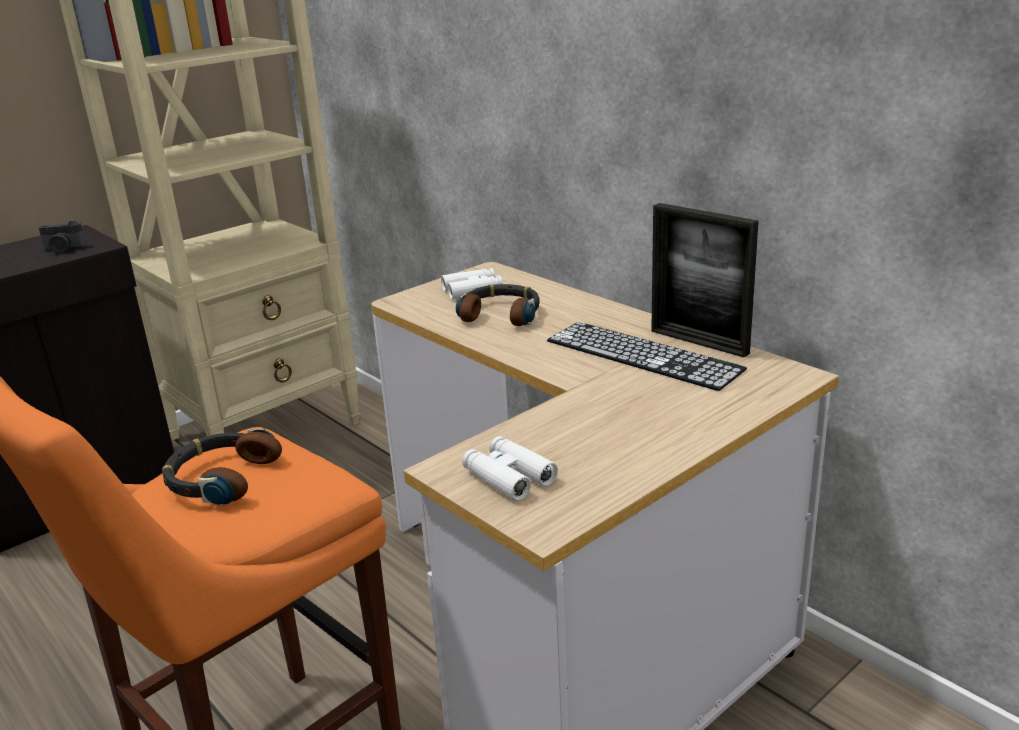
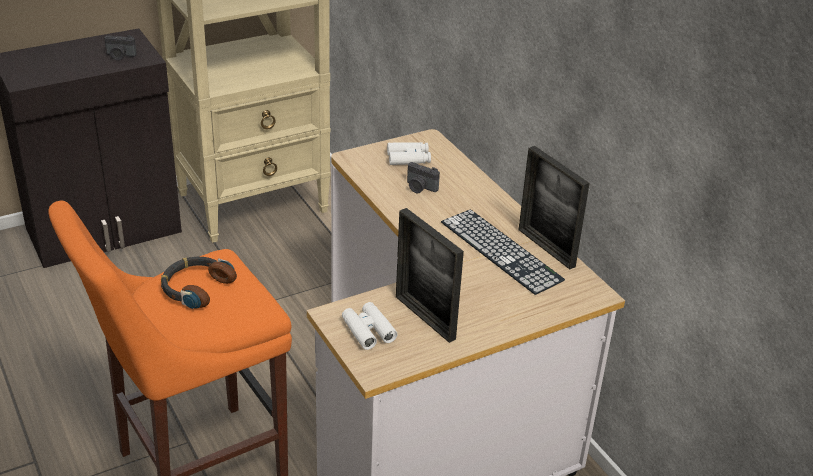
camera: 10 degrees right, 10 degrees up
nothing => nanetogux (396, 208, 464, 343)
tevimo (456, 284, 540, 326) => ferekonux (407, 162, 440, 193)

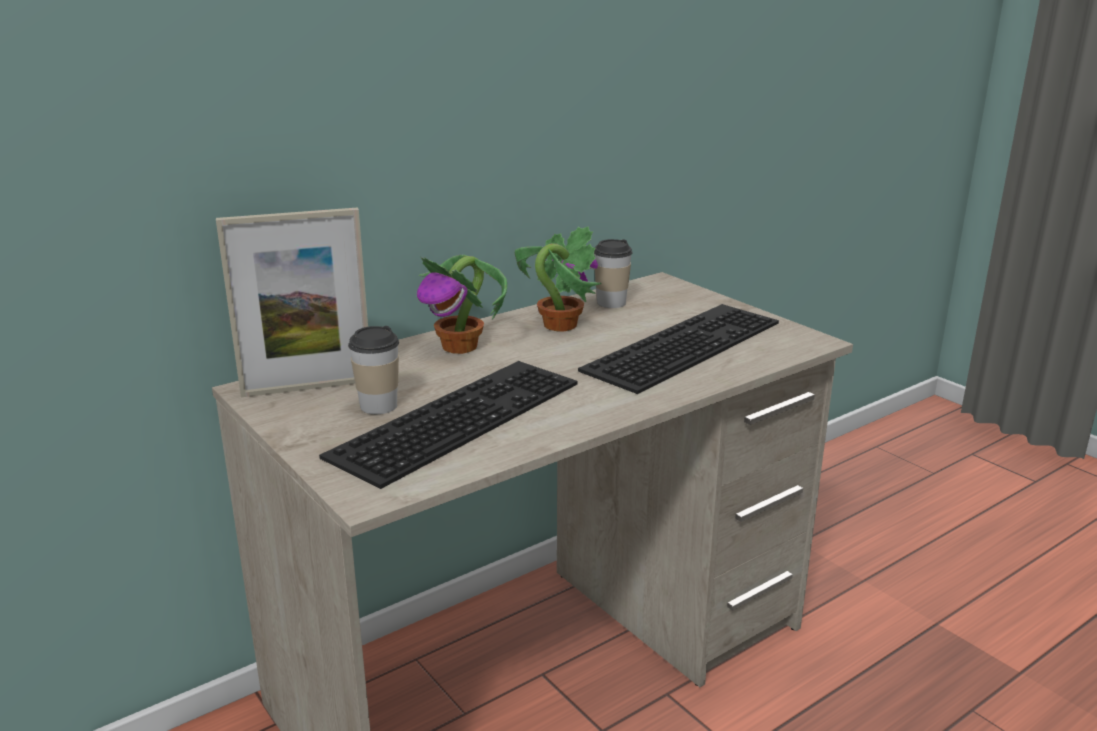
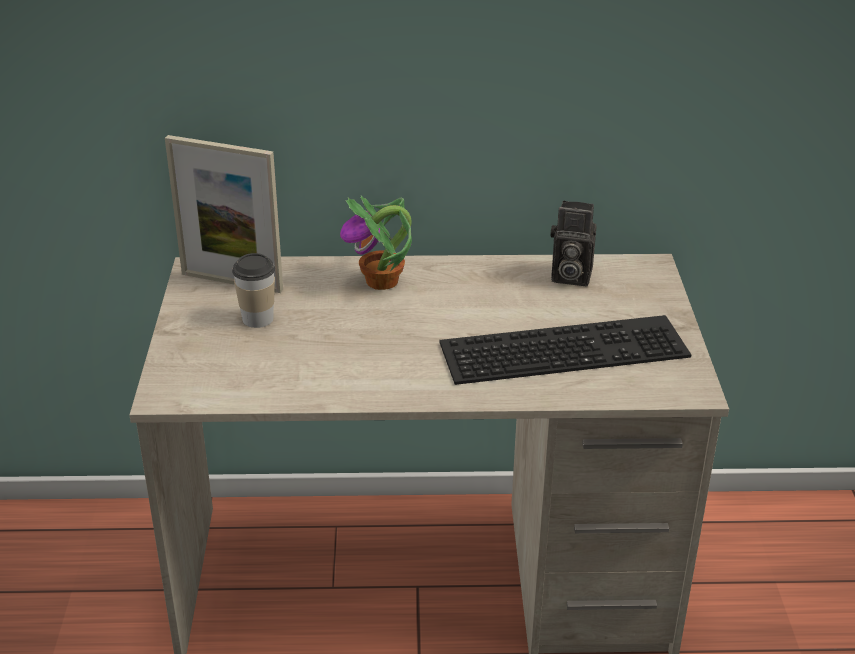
camera: 35 degrees right, 10 degrees up
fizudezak (594, 239, 632, 308) => ferekonux (550, 201, 597, 286)
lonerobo (319, 361, 578, 489) => nothing
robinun (515, 226, 602, 332) => nothing

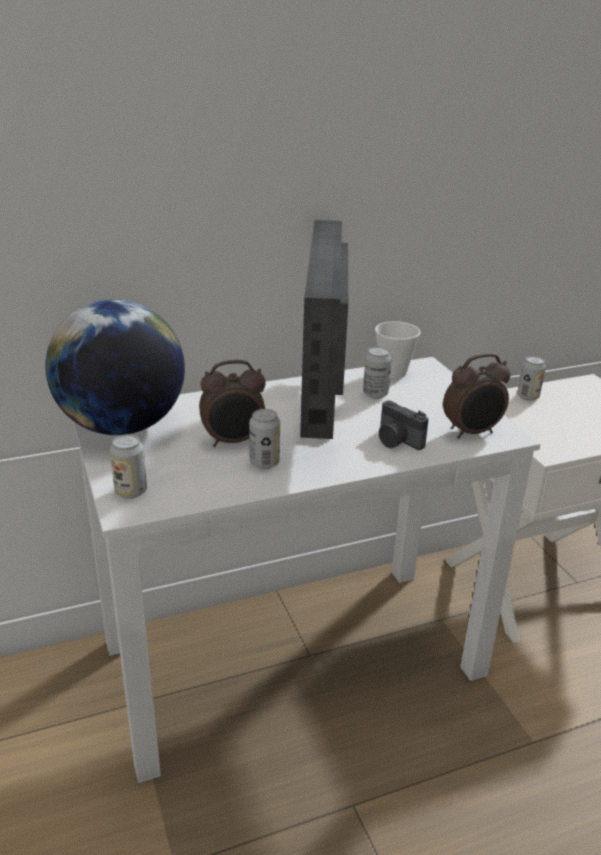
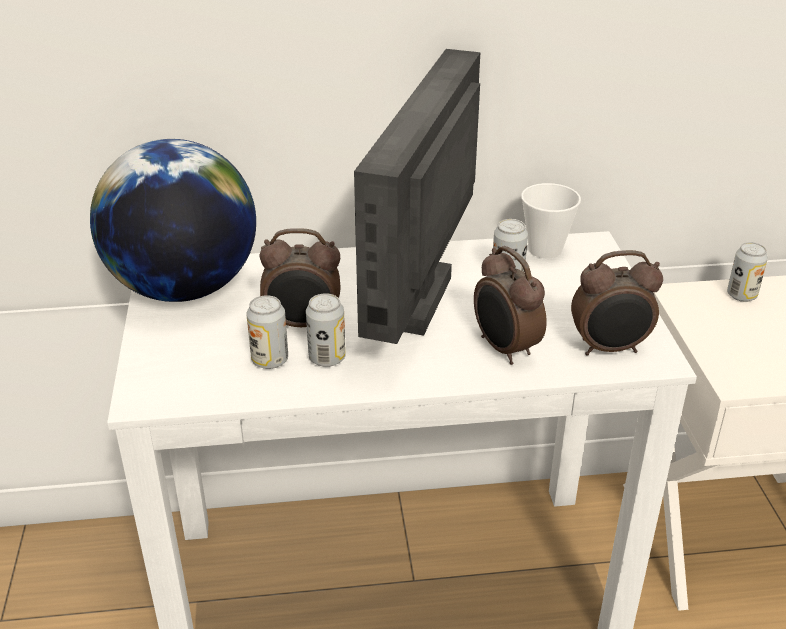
camera: 15 degrees right, 5 degrees up
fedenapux (110, 434, 147, 499) => fedenapux (246, 295, 288, 369), relocated
ferekonux (379, 400, 429, 450) => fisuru (474, 246, 547, 365)

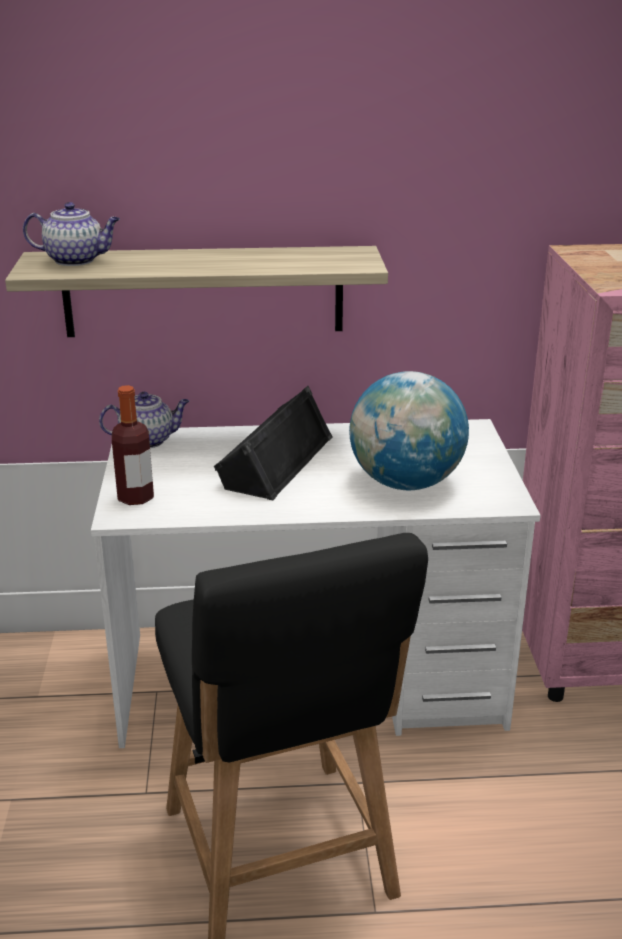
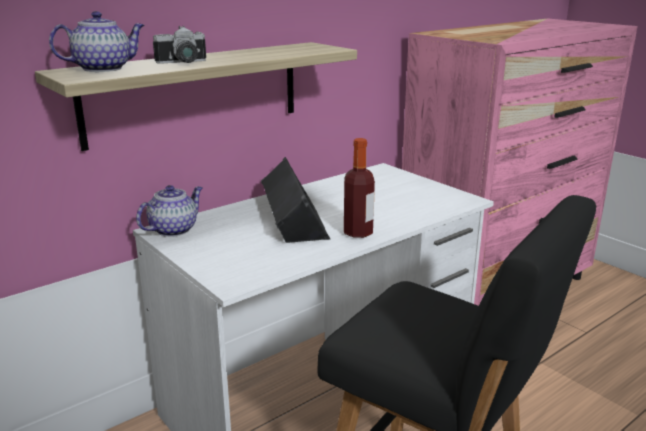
camera: 35 degrees left, 5 degrees down
nothing => ferekonux (153, 26, 206, 64)
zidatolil (112, 385, 154, 505) => zidatolil (344, 138, 375, 238), relocated
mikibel (349, 371, 469, 490) => nothing

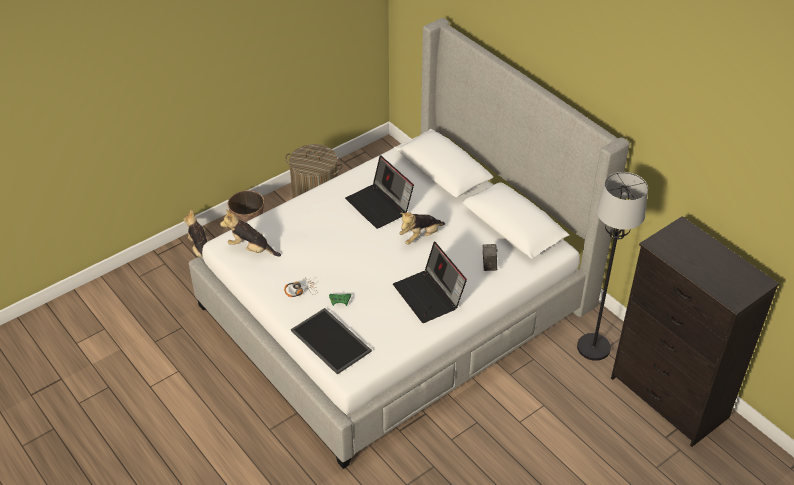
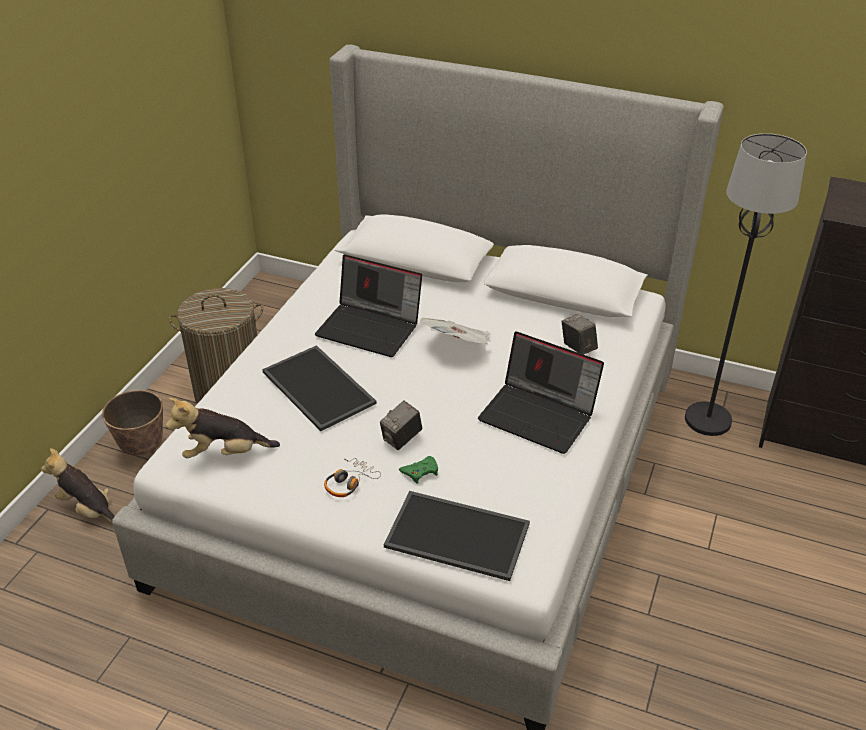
camera: 30 degrees left, 5 degrees down
nothing => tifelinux (262, 345, 377, 431)
nothing => ferekonux (380, 401, 422, 450)
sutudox (399, 212, 445, 245) => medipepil (420, 318, 491, 344)

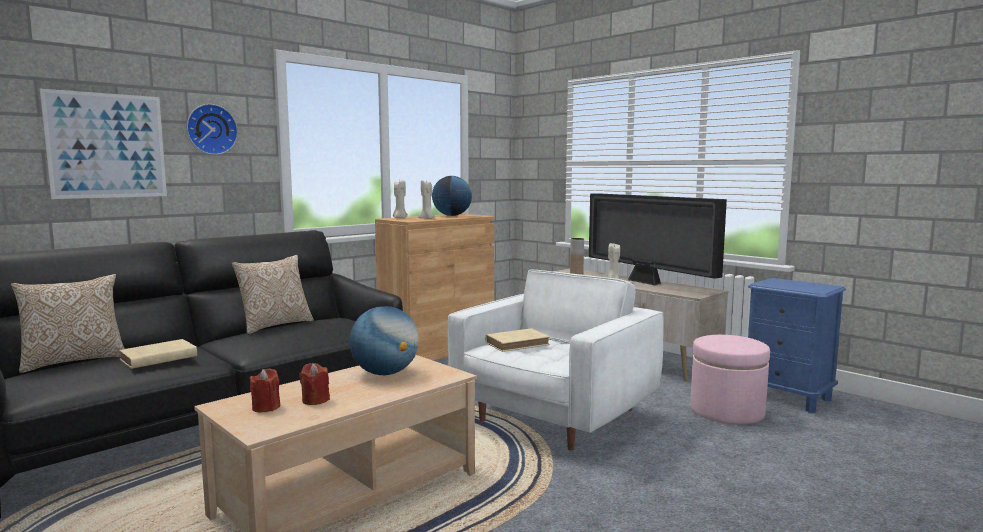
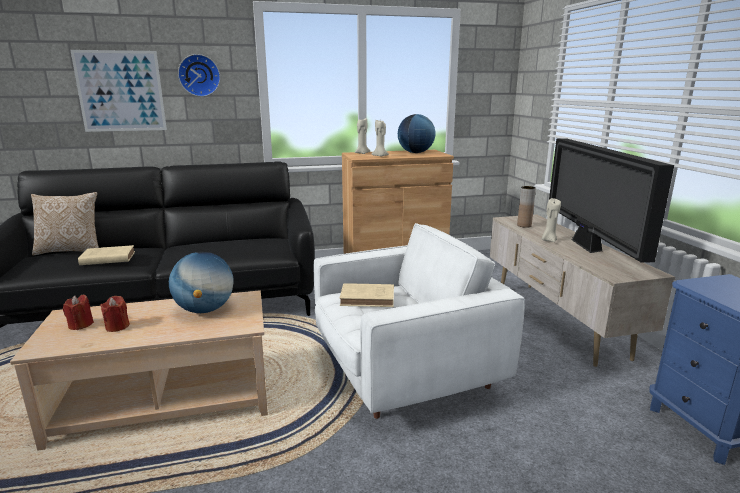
camera: 30 degrees right, 10 degrees up
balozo (232, 255, 314, 334) => nothing
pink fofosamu (690, 335, 770, 425) => nothing

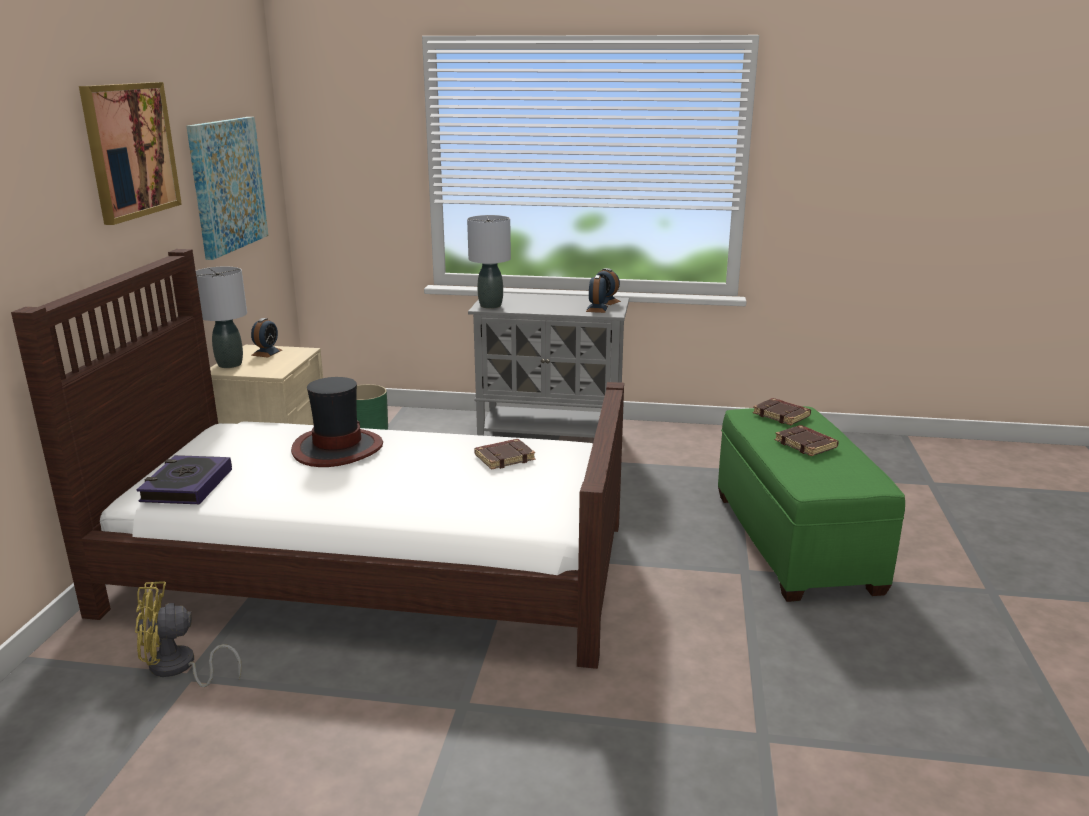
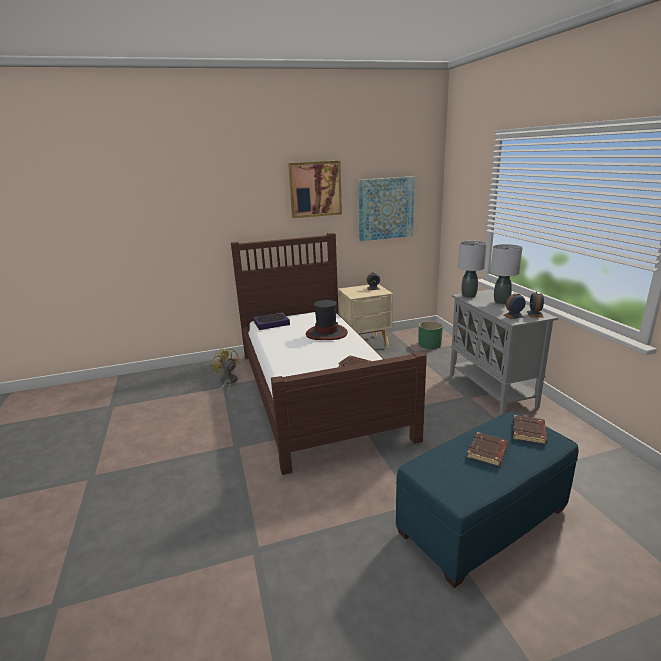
camera: 65 degrees right, 0 degrees up
green fofosamu (718, 406, 905, 602) => blue fofosamu (396, 411, 578, 588)
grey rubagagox (196, 267, 247, 368) => grey rubagagox (490, 244, 523, 304), relocated

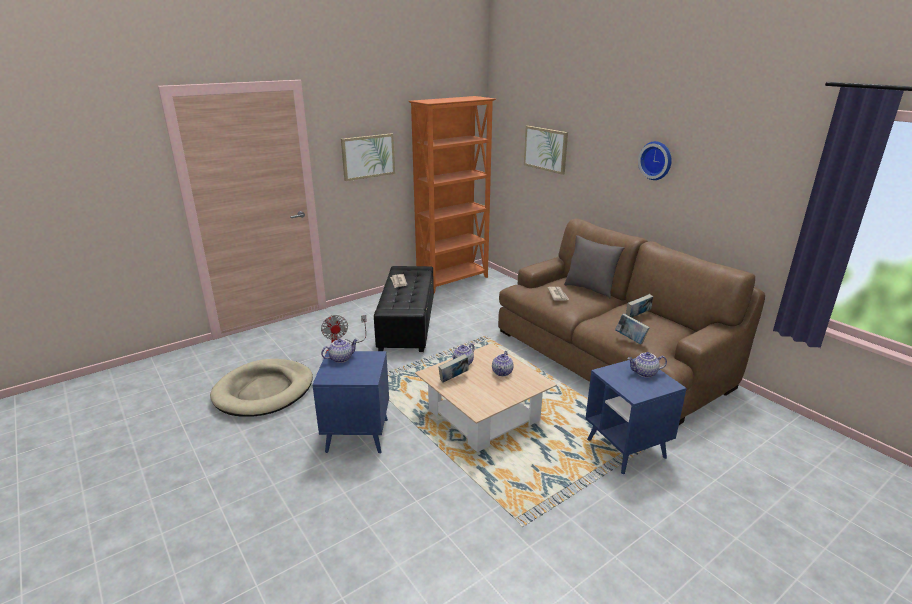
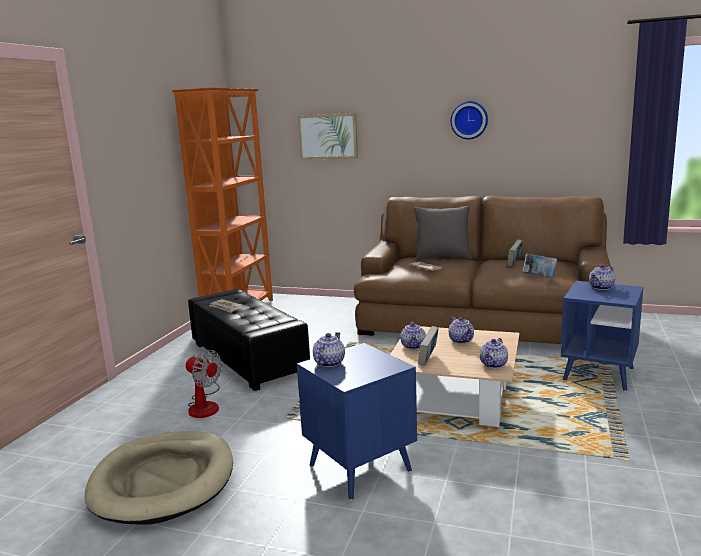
camera: 35 degrees left, 10 degrees down
nothing => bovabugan (480, 338, 508, 368)
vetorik (341, 133, 395, 181) => nothing

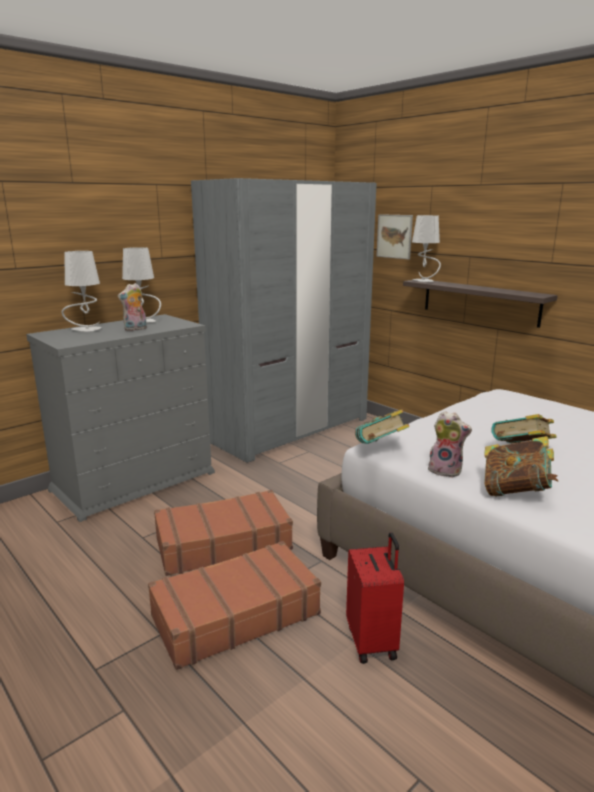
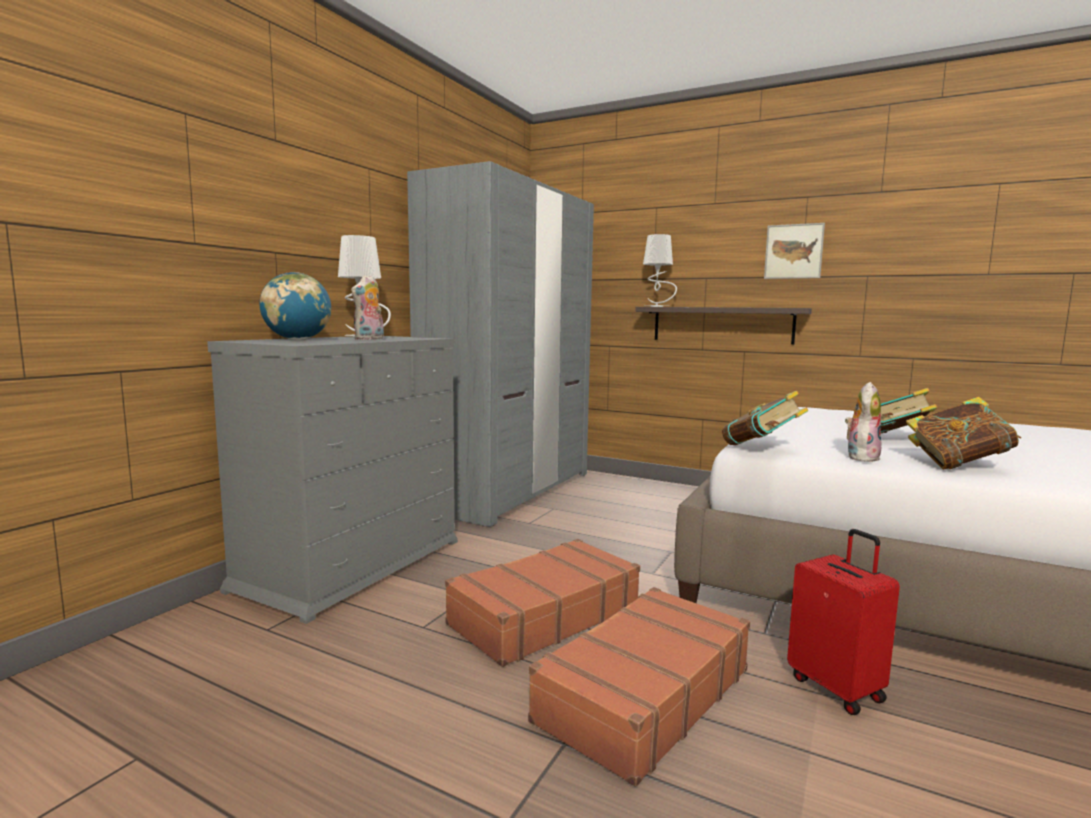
camera: 20 degrees left, 10 degrees down
grey rubagagox (62, 251, 101, 332) => mikibel (260, 272, 331, 340)
vetorik (376, 214, 413, 259) => vetorik (764, 223, 825, 279), relocated
sutudox (428, 411, 472, 478) => sutudox (845, 382, 882, 462), 60 degrees counterclockwise

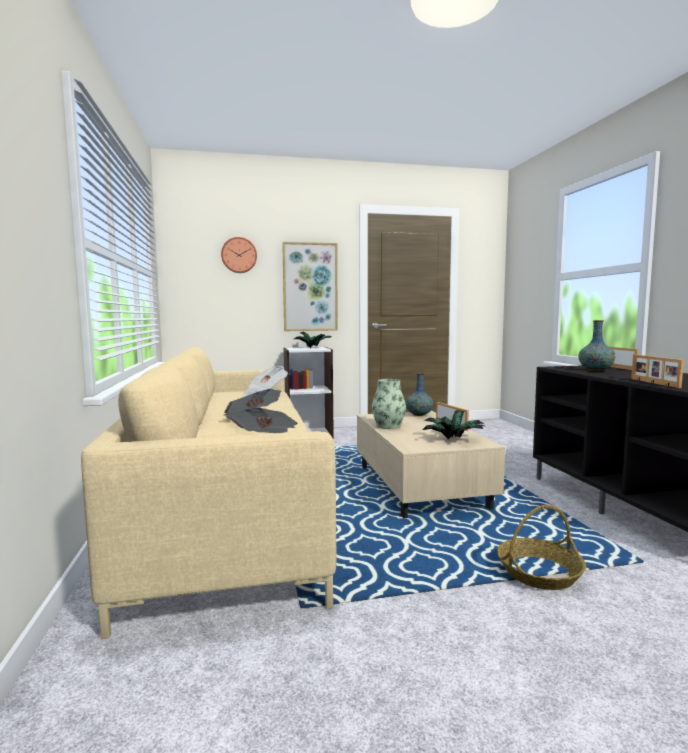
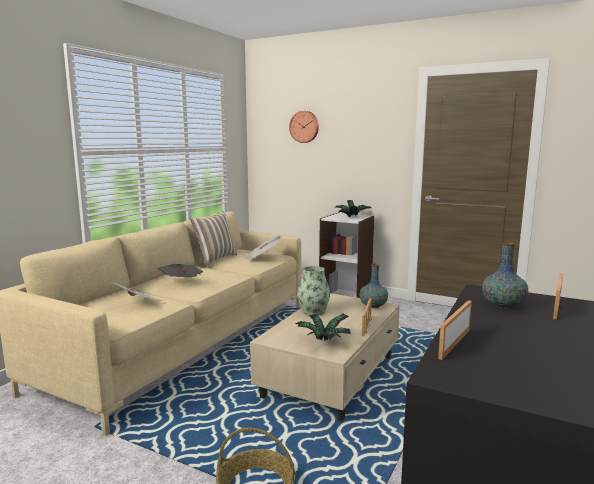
camera: 40 degrees right, 5 degrees up
nothing => balozo (190, 211, 237, 265)
vetorik (282, 242, 338, 331) => nothing

